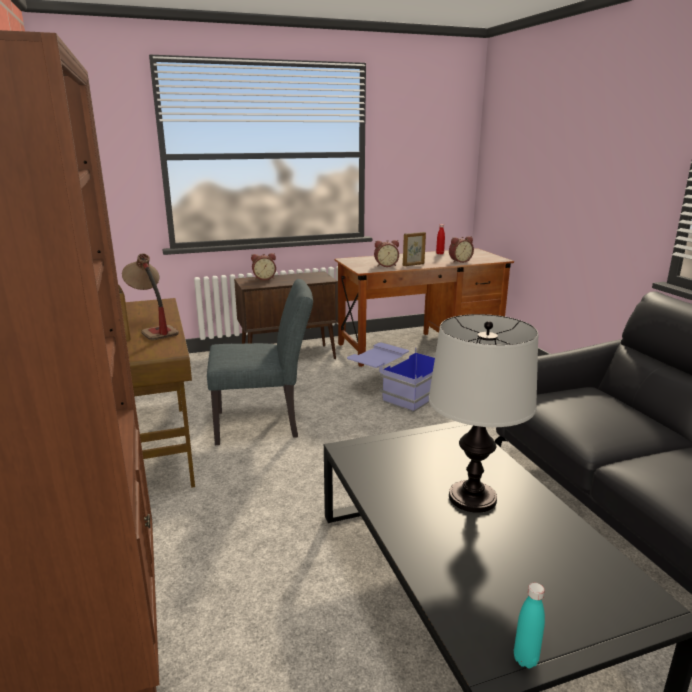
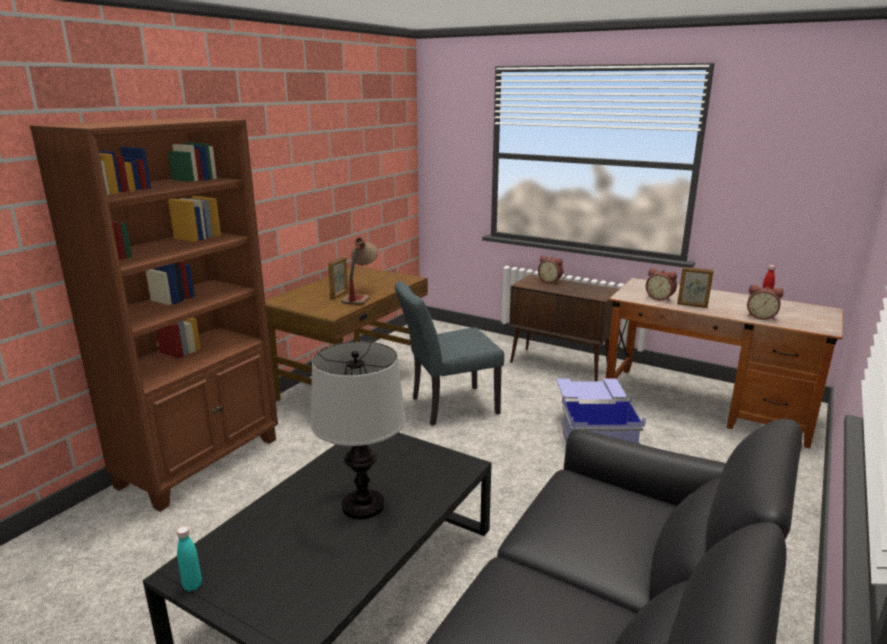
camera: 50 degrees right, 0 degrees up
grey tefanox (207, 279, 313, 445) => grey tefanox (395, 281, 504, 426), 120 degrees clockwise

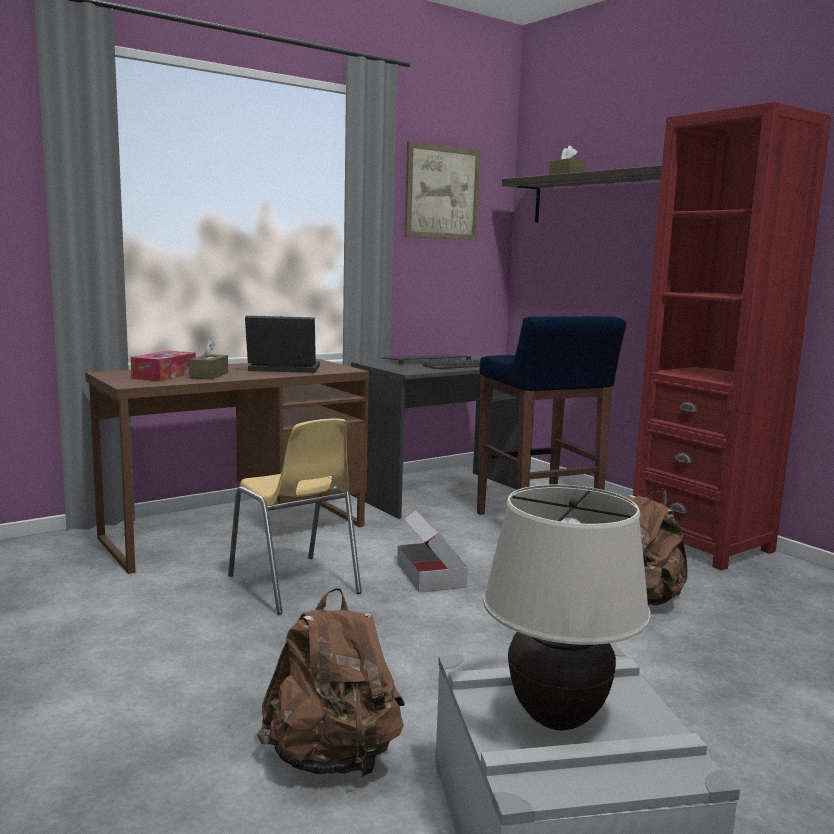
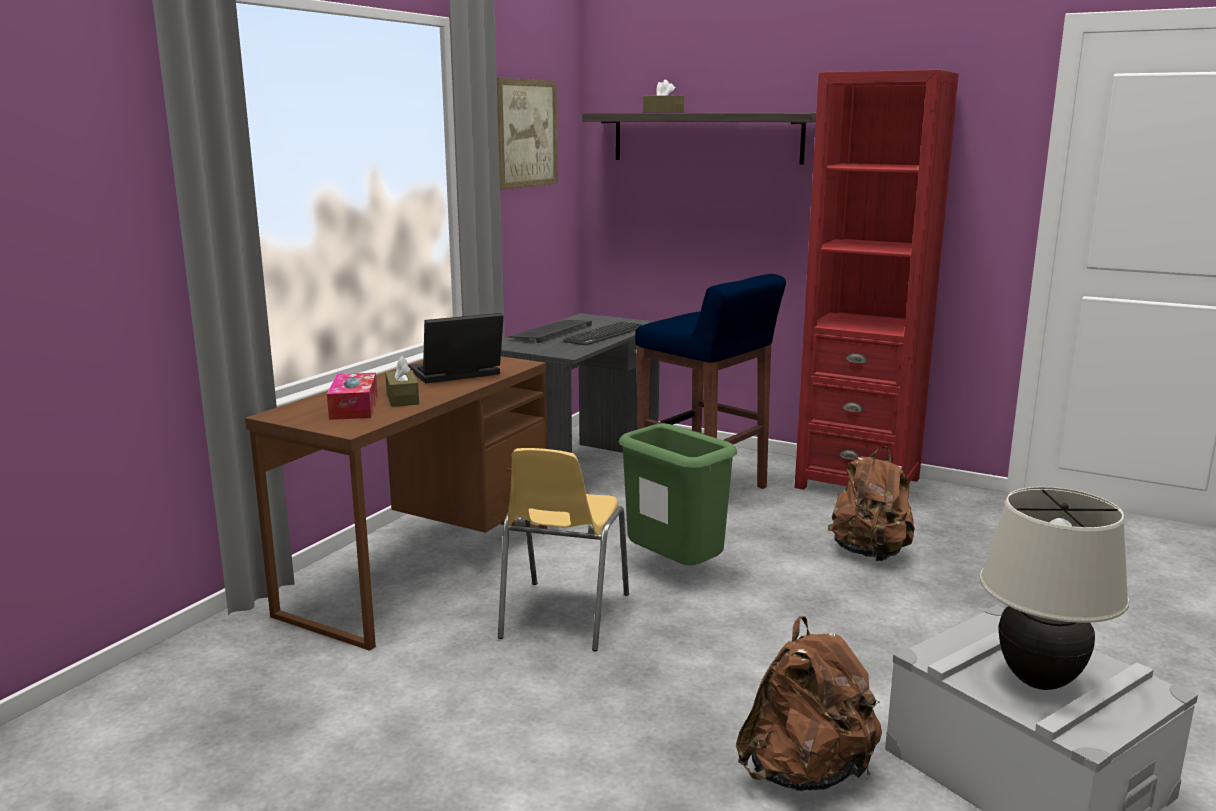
camera: 25 degrees left, 5 degrees up
yellow tefanox (228, 418, 362, 614) => yellow tefanox (498, 448, 629, 651), 75 degrees clockwise
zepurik (397, 510, 468, 592) => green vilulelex (619, 423, 737, 565)

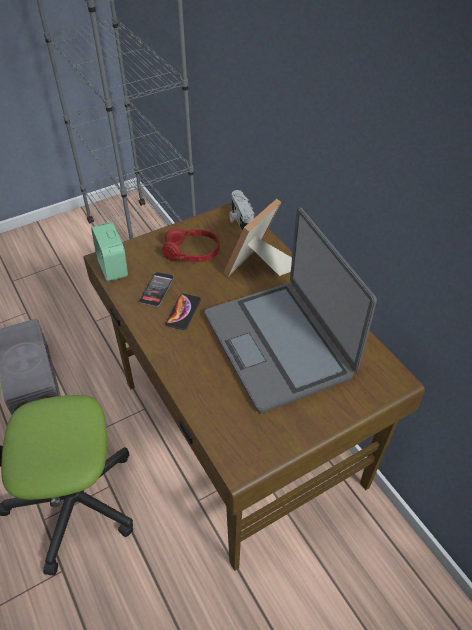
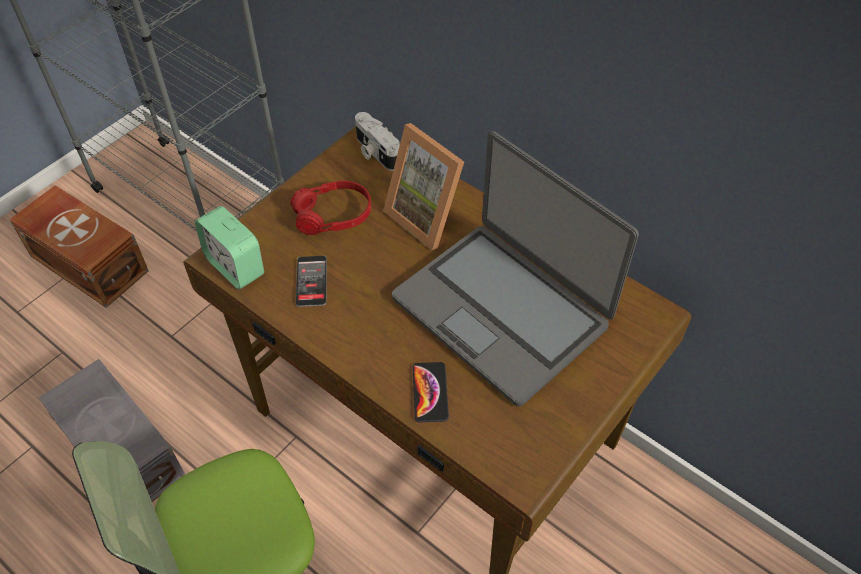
camera: 20 degrees left, 5 degrees up
nothing => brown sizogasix (9, 185, 149, 308)
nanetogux (224, 199, 292, 277) => nanetogux (383, 123, 464, 250), 60 degrees counterclockwise
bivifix (165, 294, 201, 330) => bivifix (412, 362, 449, 423), relocated

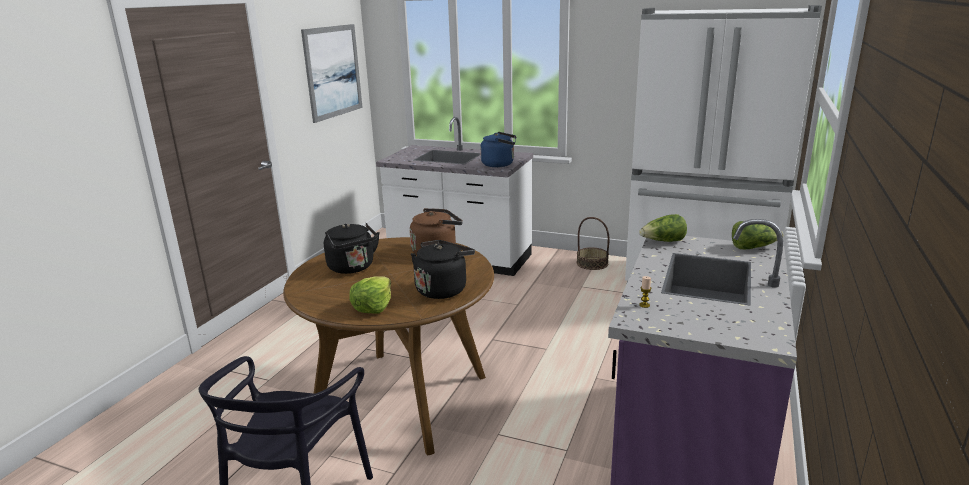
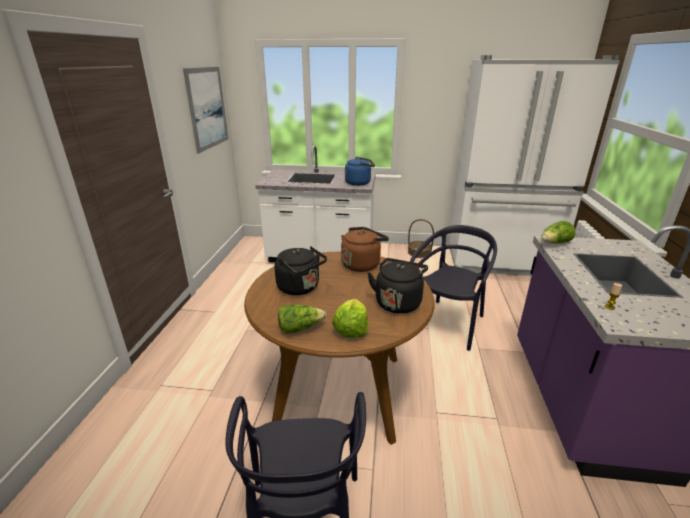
camera: 15 degrees left, 5 degrees up
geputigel (732, 221, 784, 249) => geputigel (278, 304, 326, 334), relocated
nothing => black tefanox (410, 225, 497, 351)

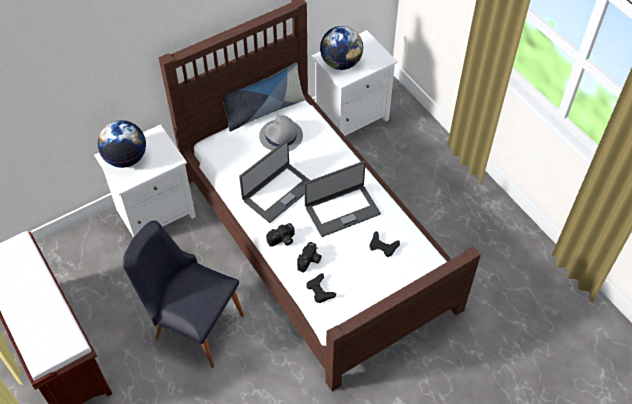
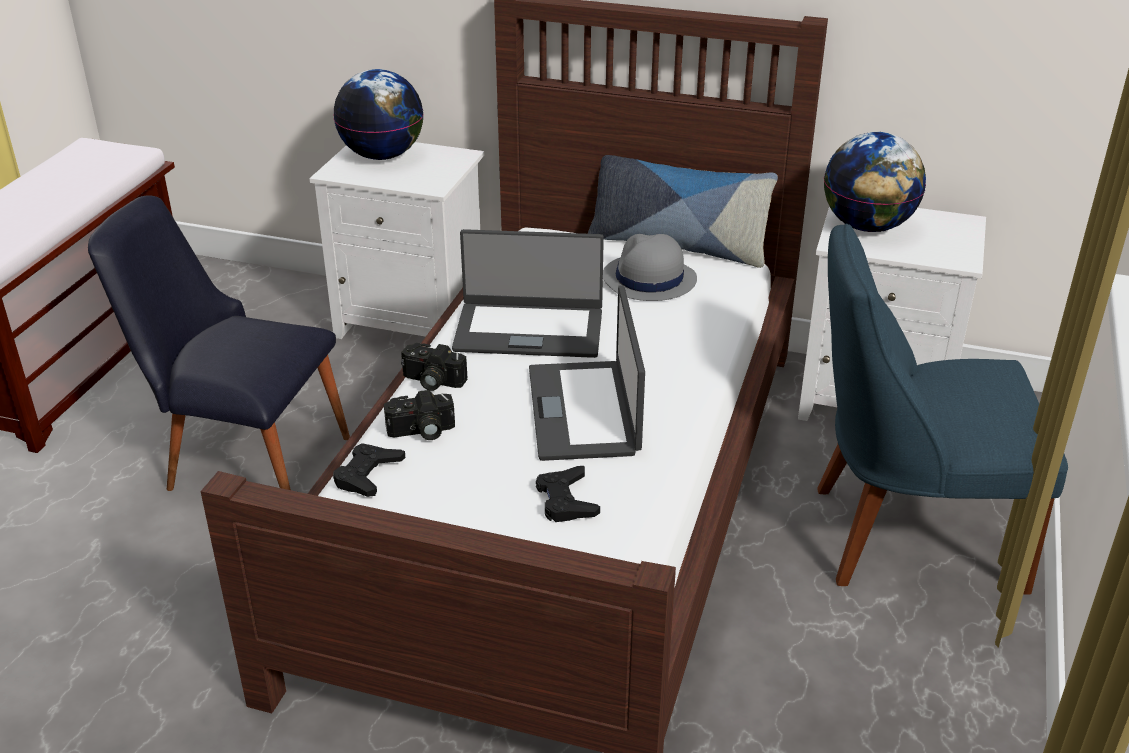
camera: 50 degrees right, 20 degrees down
black tefanox (123, 221, 244, 368) => black tefanox (88, 195, 350, 491), 60 degrees counterclockwise
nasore (304, 161, 381, 237) => nasore (529, 286, 645, 461), 60 degrees clockwise
nothing => blue tefanox (817, 223, 1068, 595)

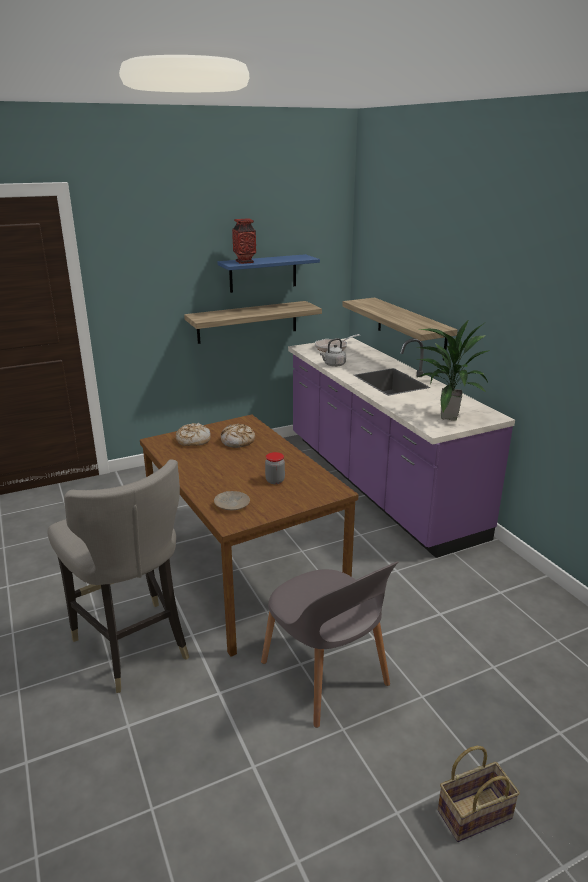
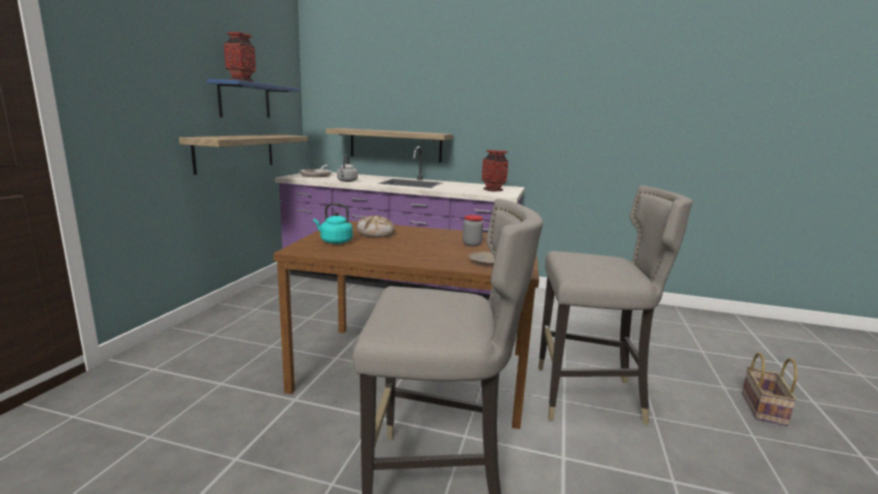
camera: 50 degrees left, 10 degrees down
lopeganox (176, 423, 211, 446) => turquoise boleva (313, 203, 353, 244)
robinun (418, 319, 490, 420) => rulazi (481, 150, 508, 192)
grey tefanox (261, 561, 398, 728) => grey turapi (539, 185, 693, 425)

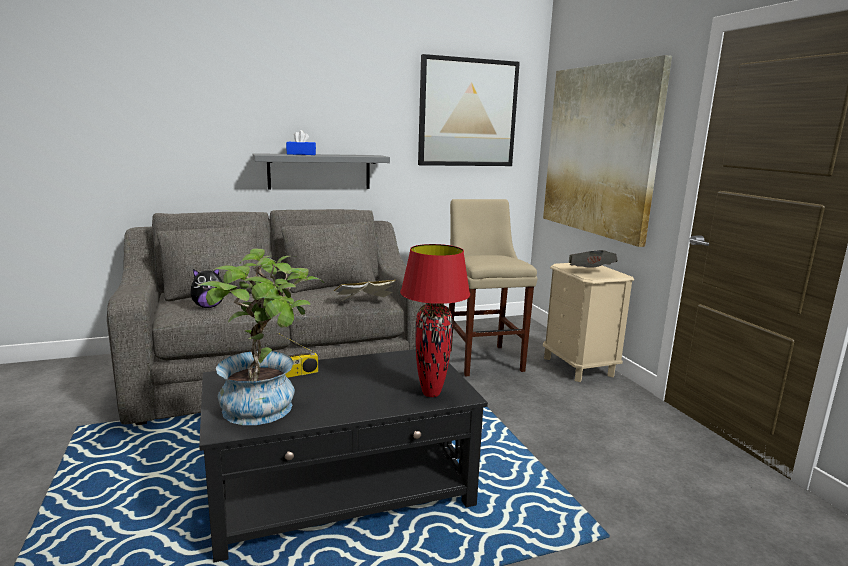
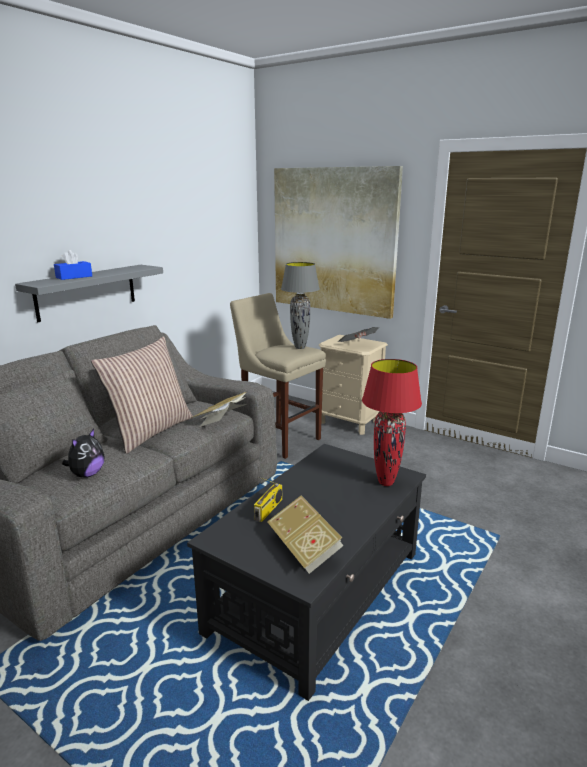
camera: 35 degrees left, 5 degrees up
nothing => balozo (91, 336, 193, 454)
robinun (197, 249, 325, 425) => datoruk (267, 496, 344, 574)
nothing => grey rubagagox (281, 262, 320, 349)
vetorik (418, 54, 520, 166) => nothing

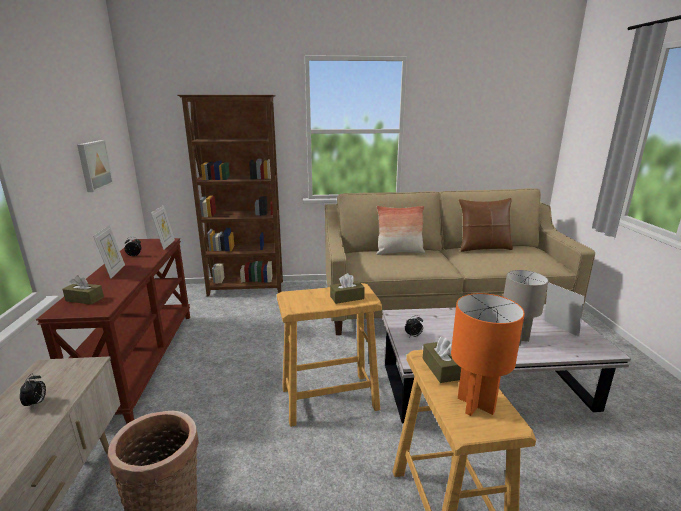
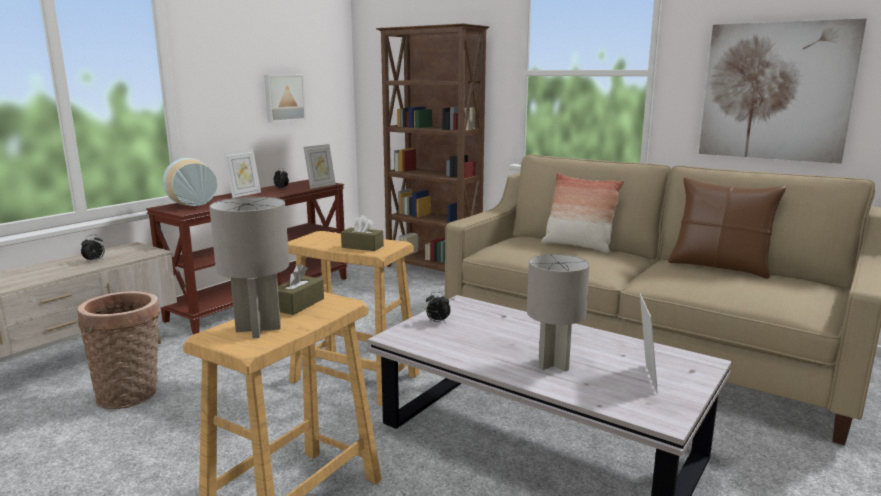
camera: 40 degrees right, 5 degrees down
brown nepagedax (62, 275, 104, 305) => rulazi (163, 158, 217, 206)
orange rubagagox (451, 293, 525, 416) => grey rubagagox (209, 197, 289, 338)
nothing => vetorik (699, 18, 867, 164)

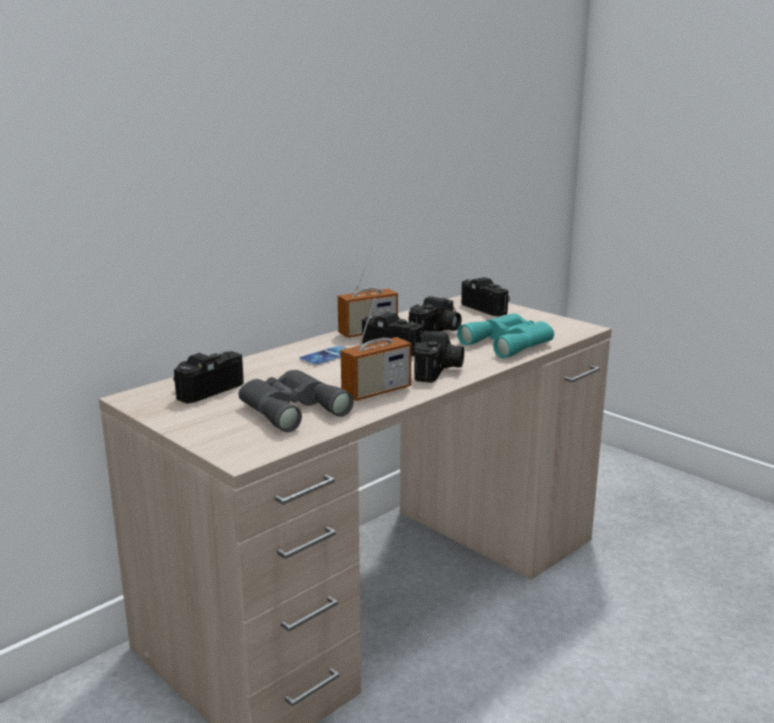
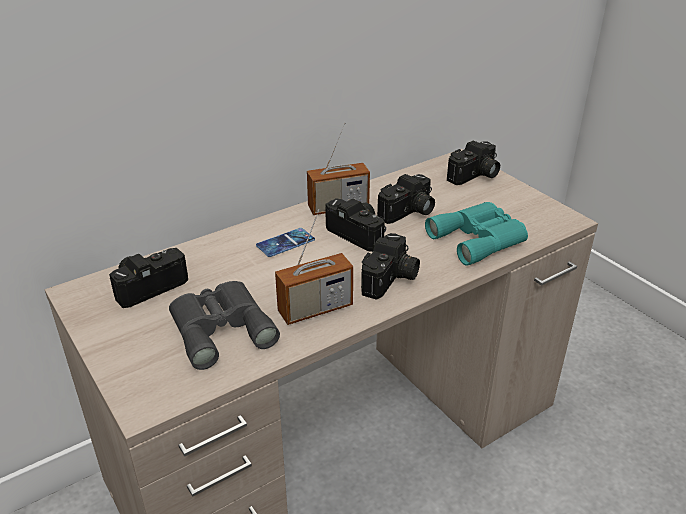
camera: 10 degrees right, 15 degrees up
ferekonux (461, 277, 510, 316) => ferekonux (447, 140, 500, 185), 75 degrees clockwise

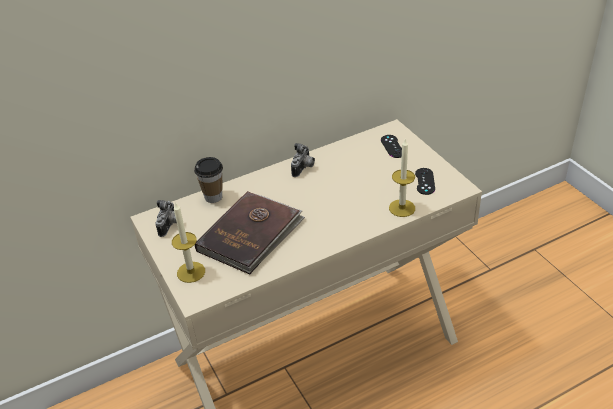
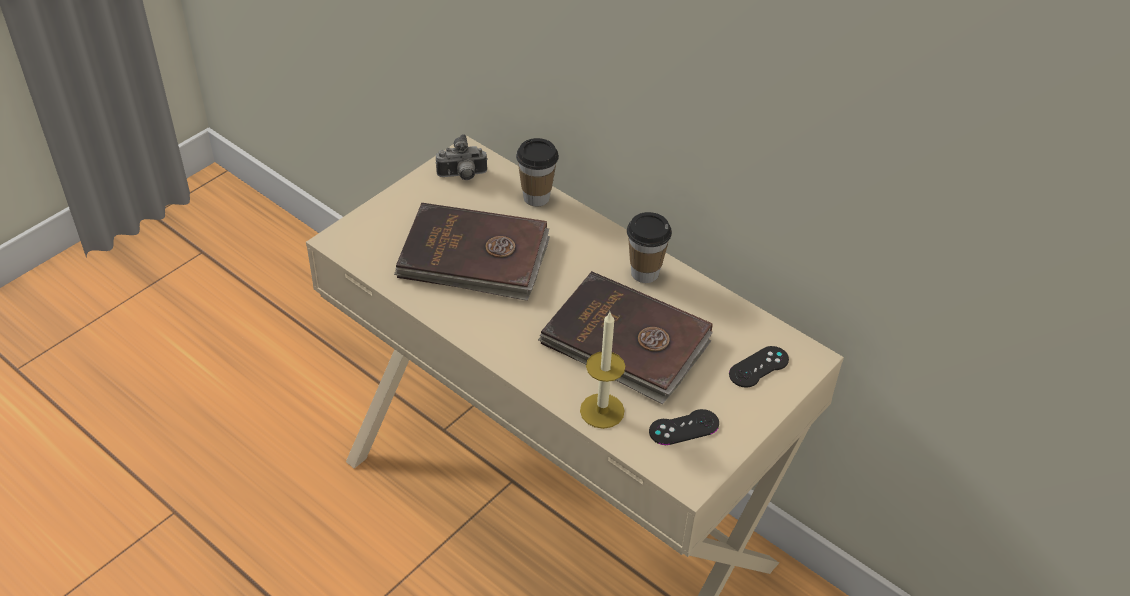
camera: 65 degrees right, 5 degrees up
nothing => brown datoruk (538, 271, 713, 404)
ferekonux (291, 143, 315, 177) => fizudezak (627, 212, 672, 283)
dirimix (172, 202, 205, 283) => nothing

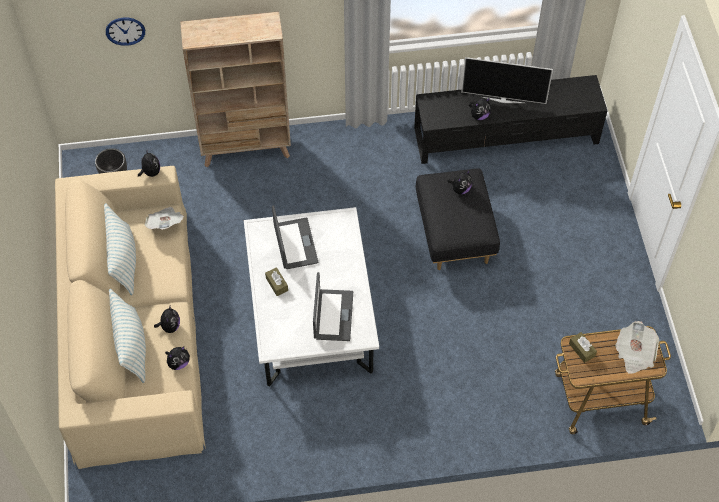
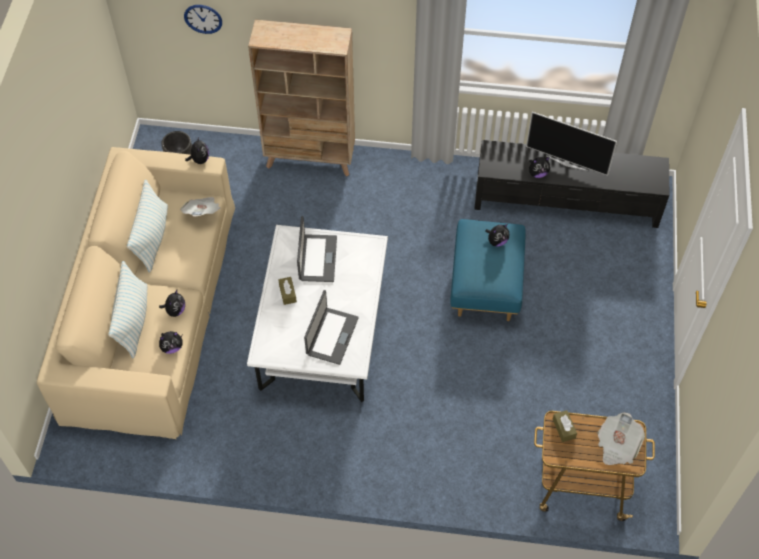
camera: 15 degrees right, 0 degrees up
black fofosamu (416, 168, 500, 270) => blue fofosamu (450, 219, 526, 321)

